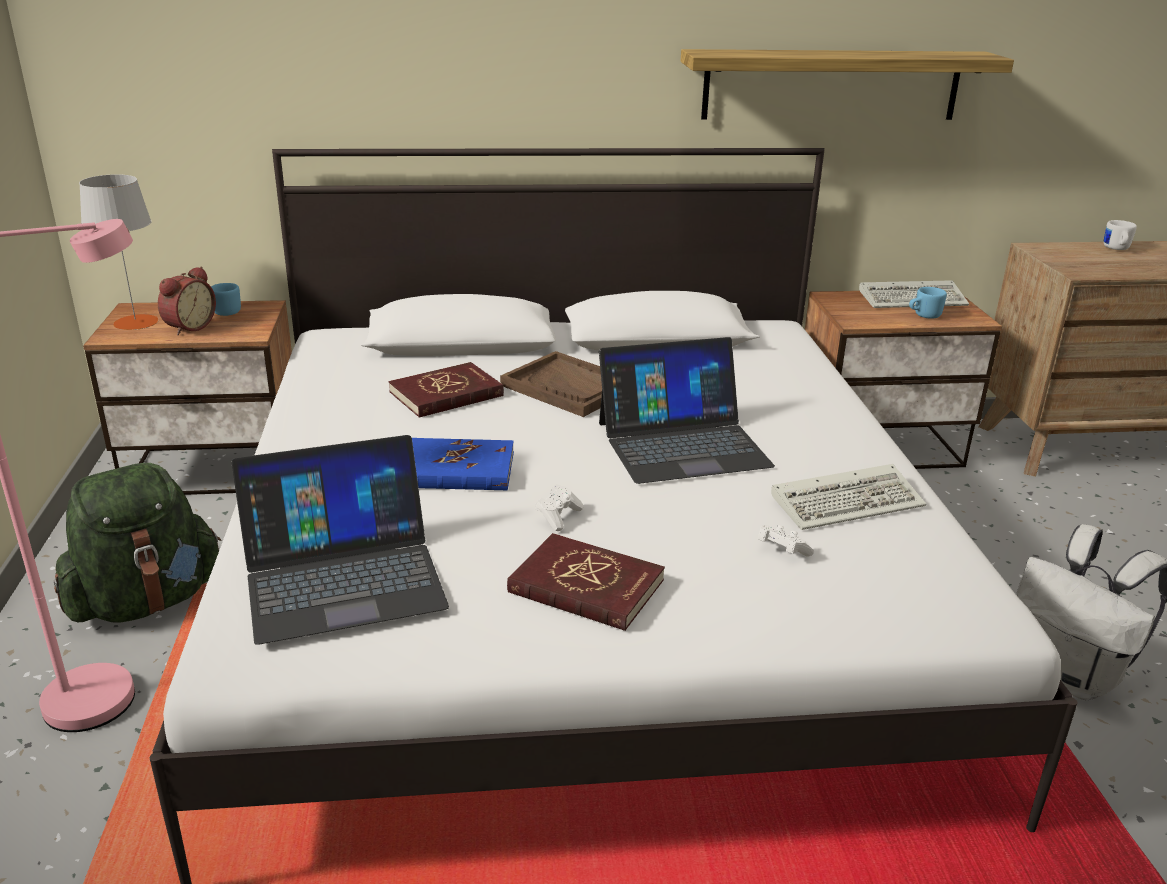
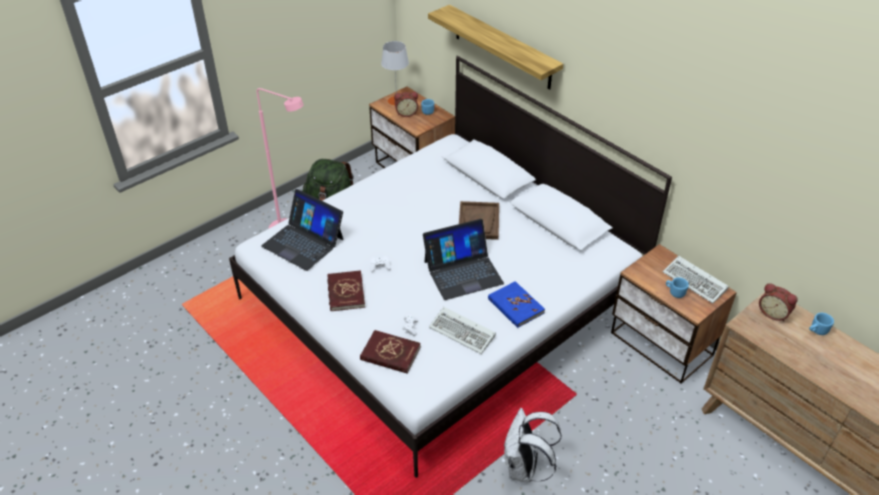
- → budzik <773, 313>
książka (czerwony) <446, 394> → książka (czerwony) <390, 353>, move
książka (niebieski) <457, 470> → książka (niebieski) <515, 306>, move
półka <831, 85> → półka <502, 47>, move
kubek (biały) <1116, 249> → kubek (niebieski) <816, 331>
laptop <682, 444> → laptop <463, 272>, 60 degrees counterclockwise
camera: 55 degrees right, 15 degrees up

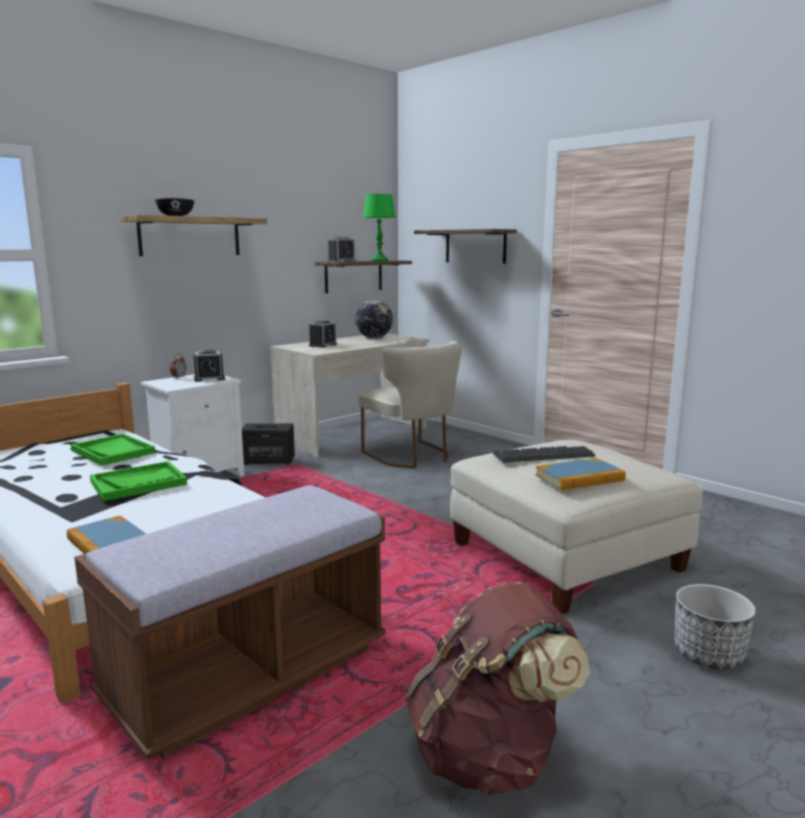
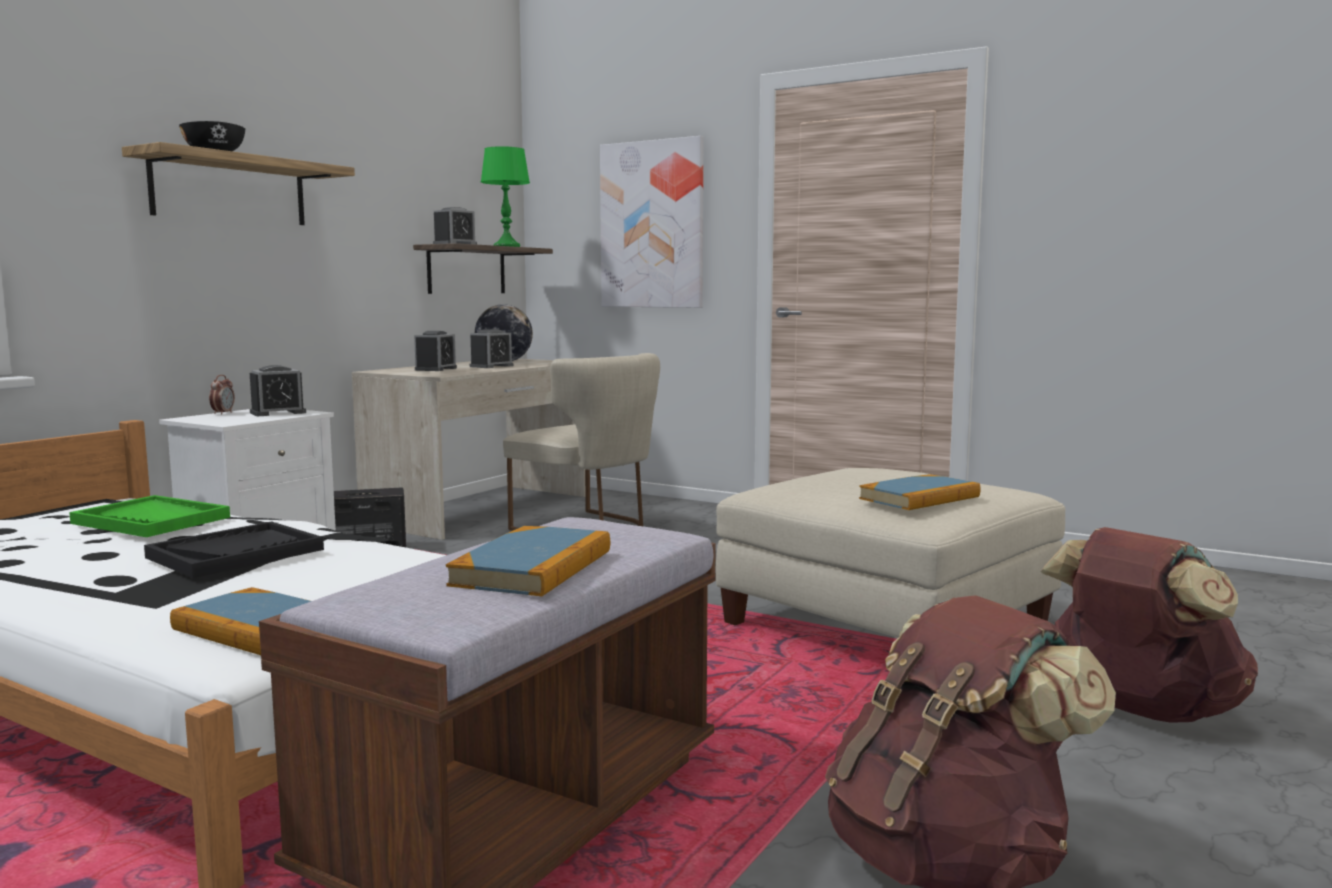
klawiatura <543, 455> → -
- → książka <533, 568>
- → budzik <491, 366>
półka <475, 246> → obraz <652, 225>
donica <707, 655> → plecak (brązowy) <1140, 710>
taca (zielony) <138, 483> → taca (czarny) <236, 553>
camera: 15 degrees left, 5 degrees down

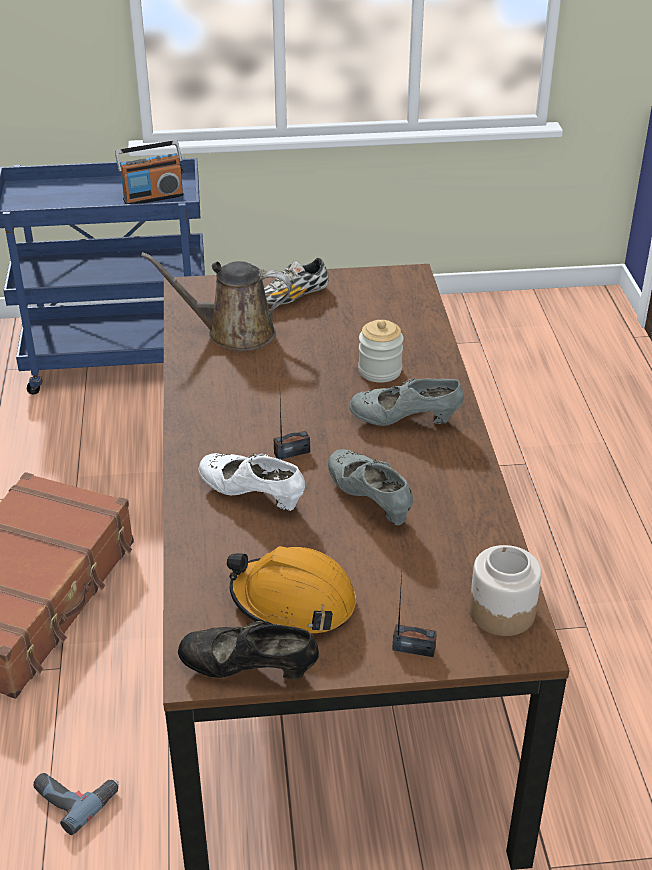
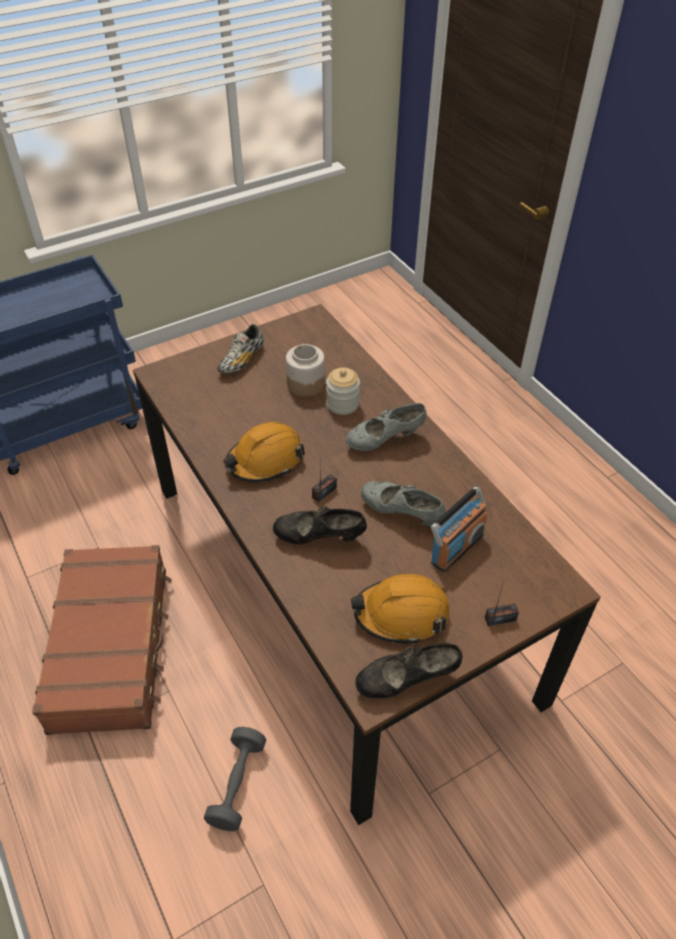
konewka (brązowy) <234, 333> → -
- → kask (pomarańczowy) <265, 460>
radio <153, 197> → radio <456, 548>, move
słoik <501, 611> → słoik <305, 383>, move
wiertarka <75, 796> → hantel (szary) <237, 784>
but (biały) <252, 496> → but (czarny) <319, 538>
camera: 25 degrees left, 10 degrees up

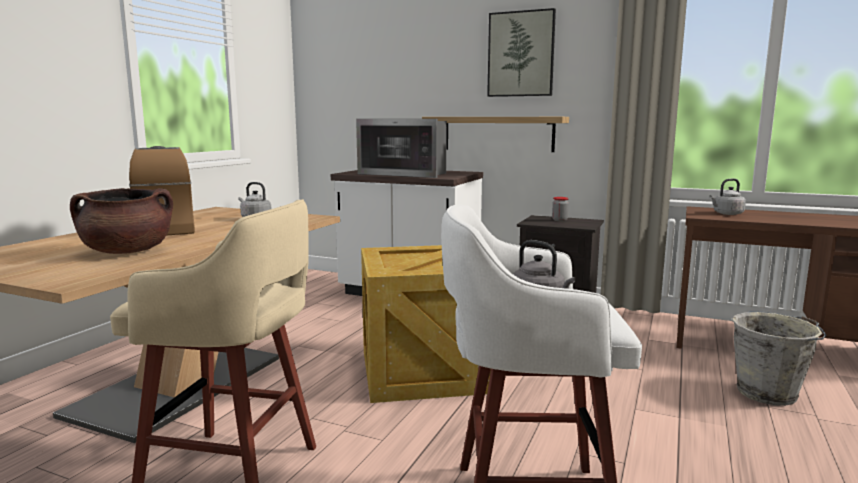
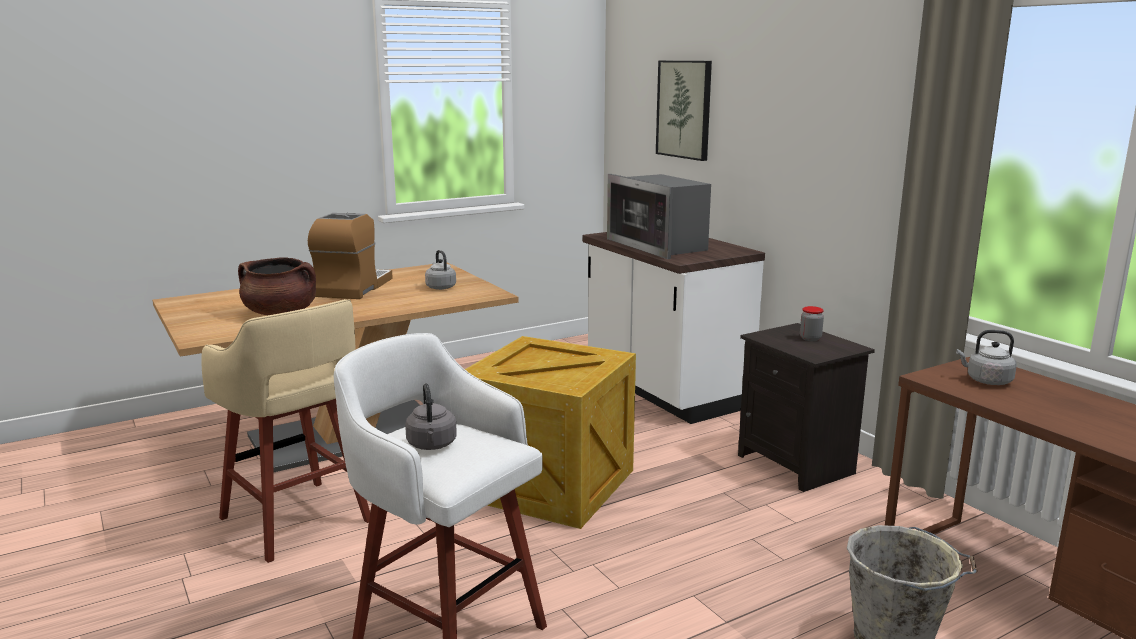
półka <498, 133> → -
obraz <521, 54> → obraz <684, 109>, move
camera: 35 degrees right, 5 degrees up

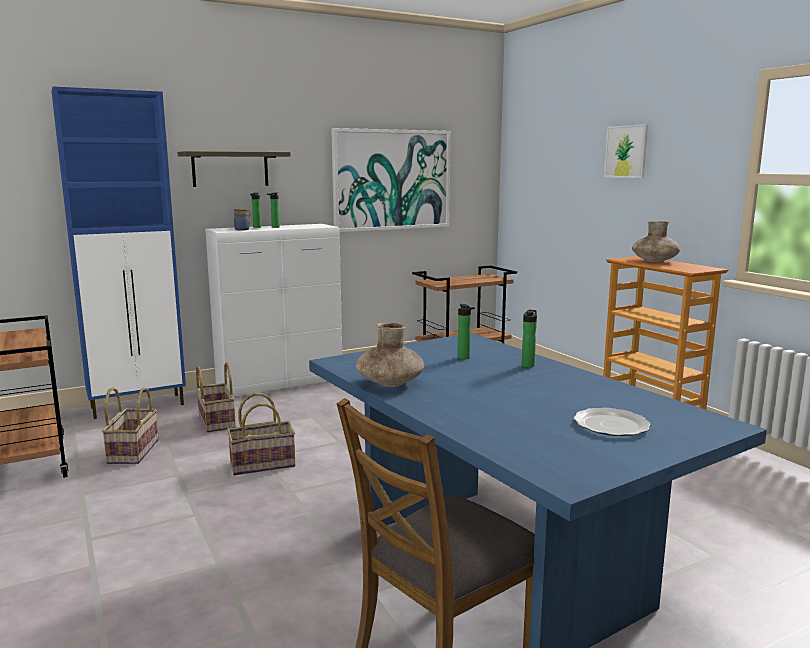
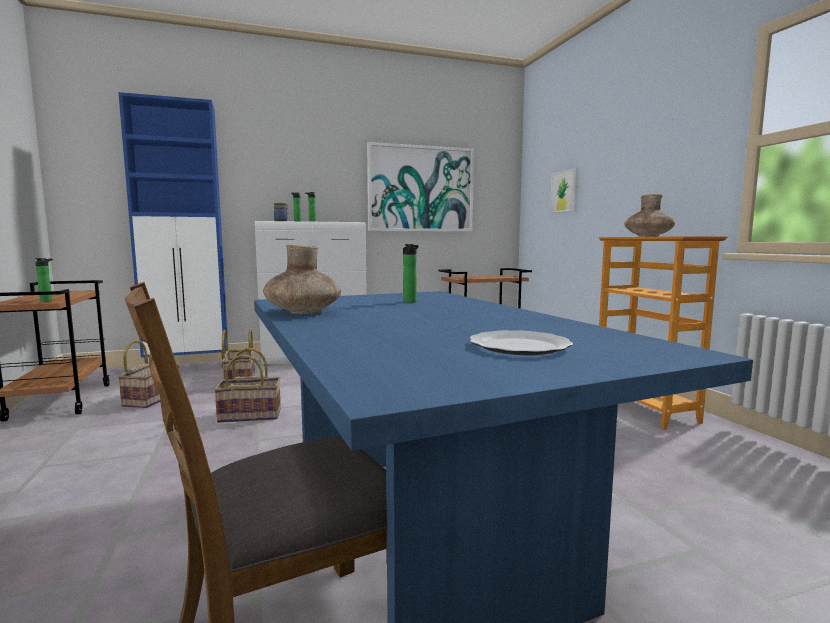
półka <230, 169> → -
butelka <528, 365> → butelka <48, 300>, move
obraz <626, 151> → obraz <564, 191>, move
camera: 10 degrees right, 5 degrees down

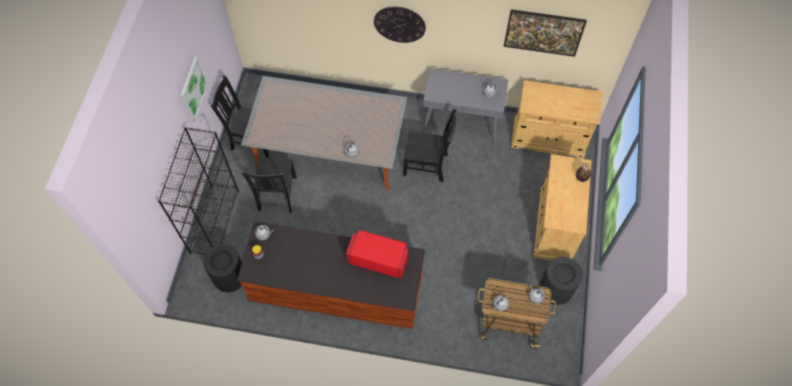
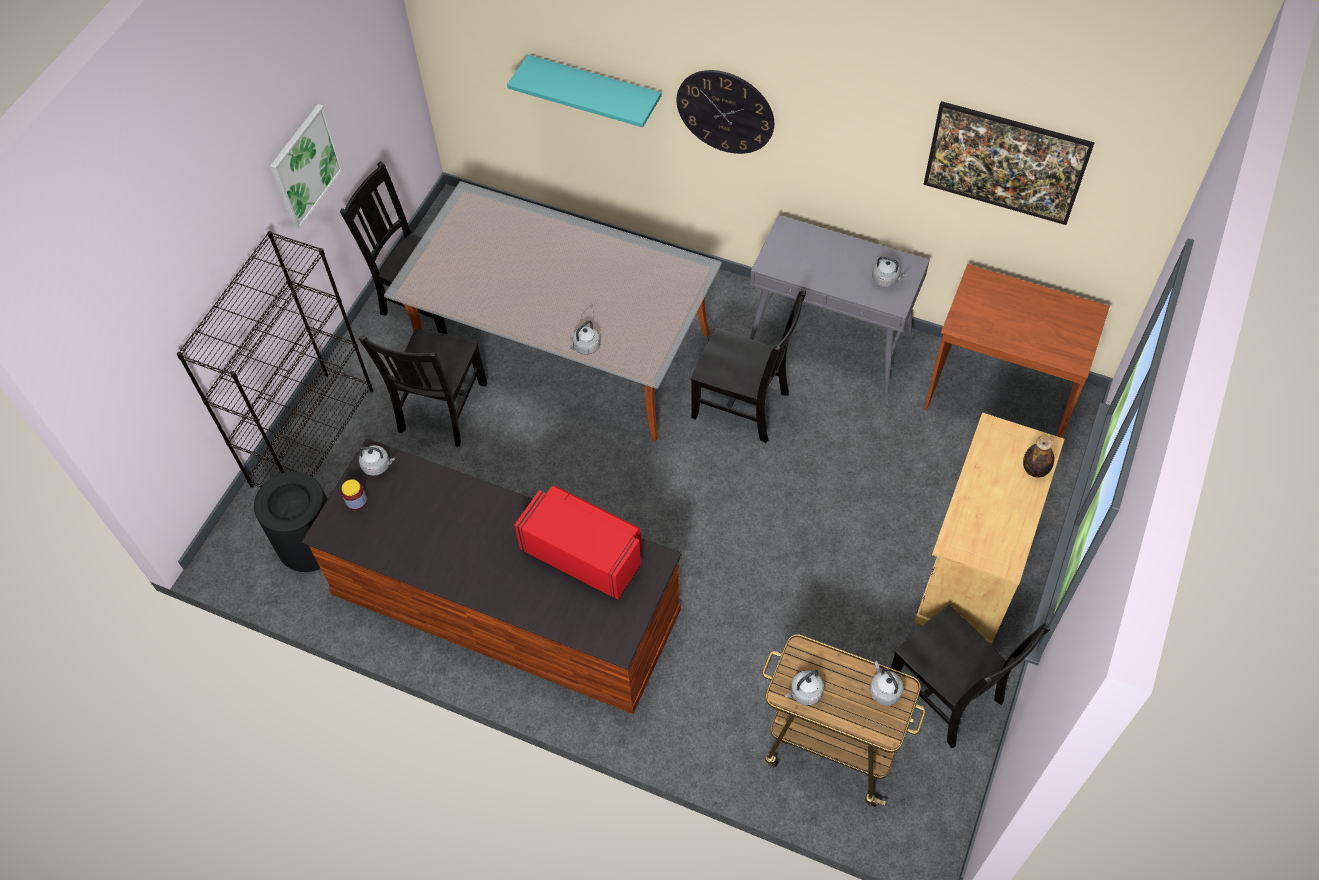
- → półka (turkusowy) <594, 88>
szafka (beżowy) <548, 138> → biurko (brązowy) <999, 398>
kosz na śmieci (czarny) <556, 289> → krzesło (czarny) <947, 695>
camera: 15 degrees right, 5 degrees down

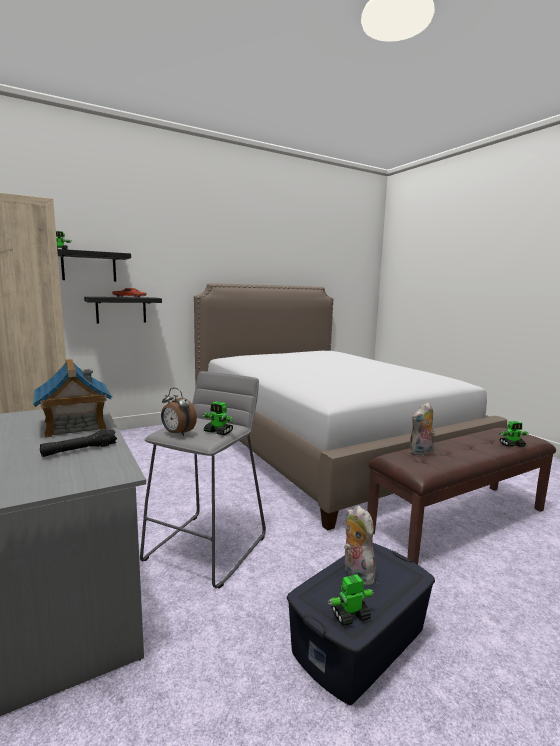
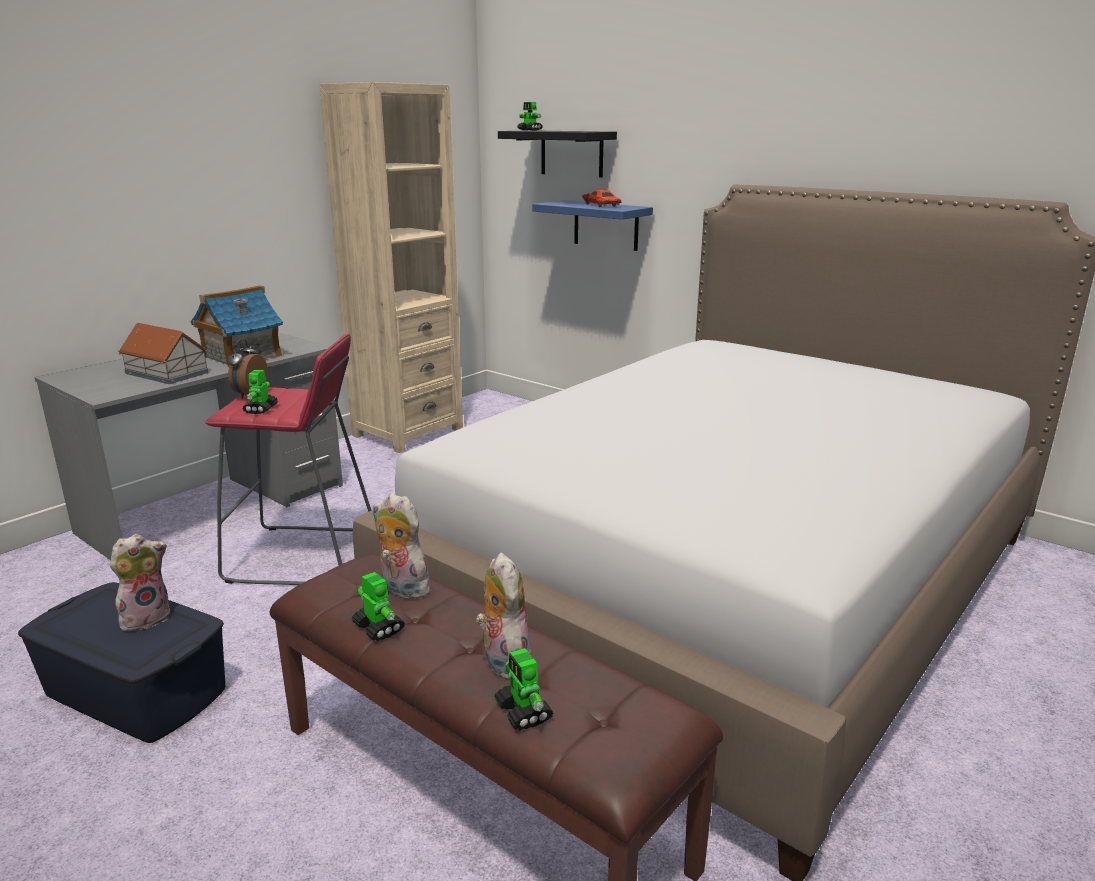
- → pluszak <503, 661>
robot zabawkowy <350, 615> → robot zabawkowy <378, 627>, move
latarka (czarny) <79, 450> → domek <167, 373>
półka (czarny) <121, 310> → półka (niebieski) <606, 225>
stołek (szary) <207, 547> → stołek (czerwony) <303, 556>
camera: 70 degrees right, 10 degrees up

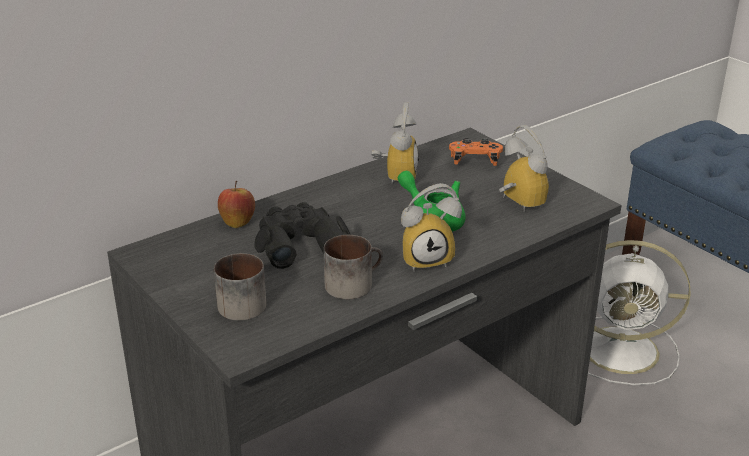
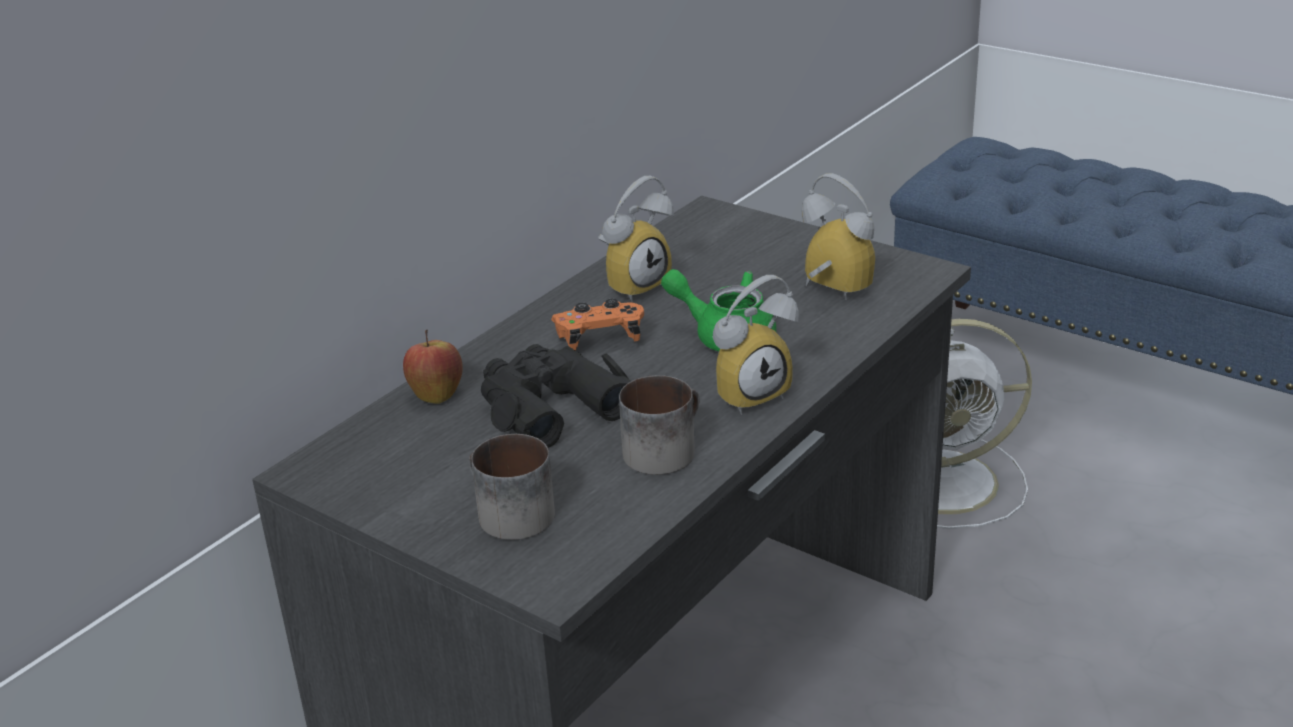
pad do gier (pomarańczowy) <474, 161> → pad do gier (pomarańczowy) <599, 338>, move
budzik <395, 176> → budzik <635, 284>, 60 degrees clockwise
camera: 15 degrees left, 0 degrees up

